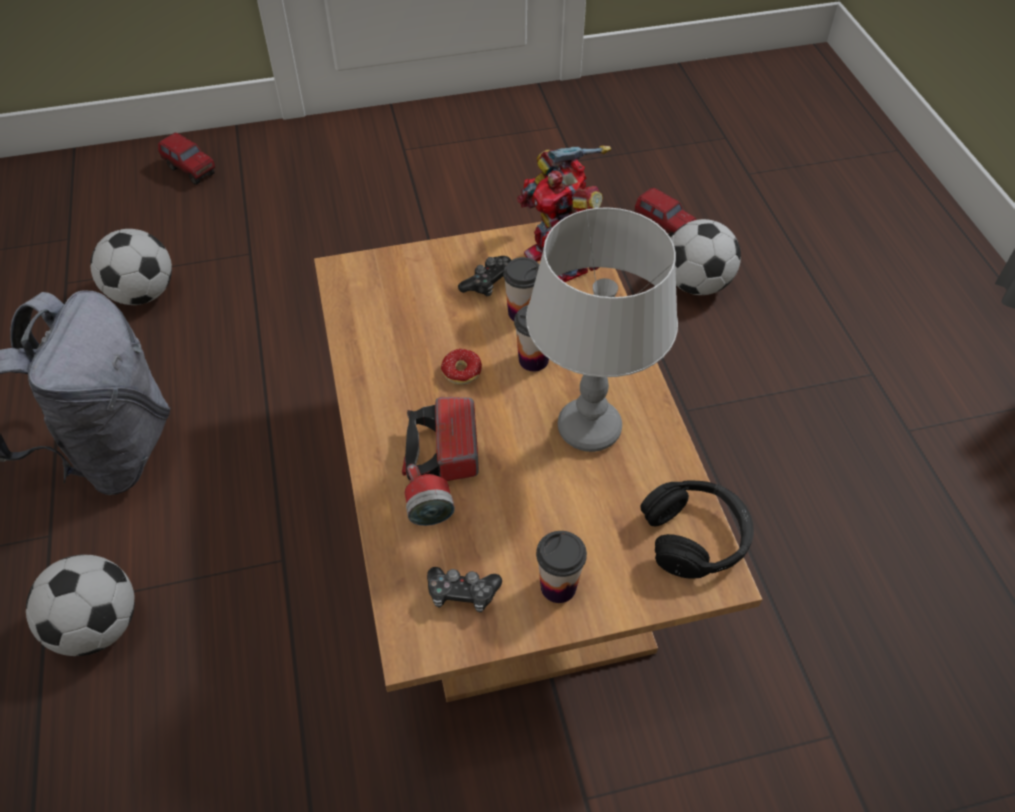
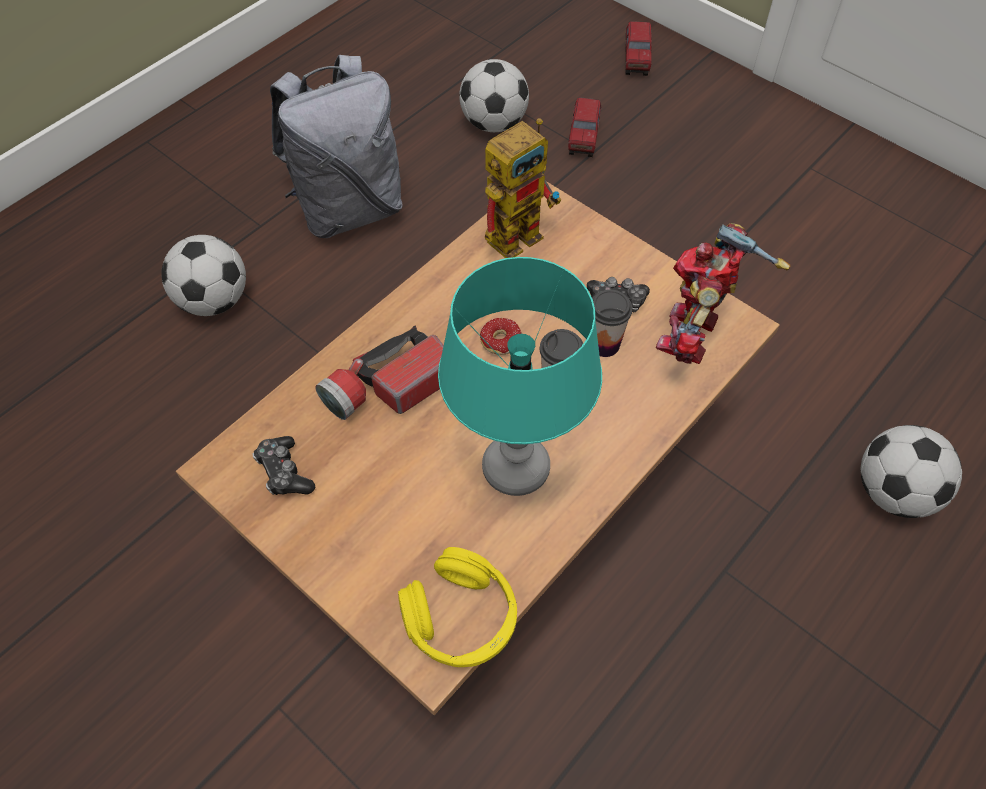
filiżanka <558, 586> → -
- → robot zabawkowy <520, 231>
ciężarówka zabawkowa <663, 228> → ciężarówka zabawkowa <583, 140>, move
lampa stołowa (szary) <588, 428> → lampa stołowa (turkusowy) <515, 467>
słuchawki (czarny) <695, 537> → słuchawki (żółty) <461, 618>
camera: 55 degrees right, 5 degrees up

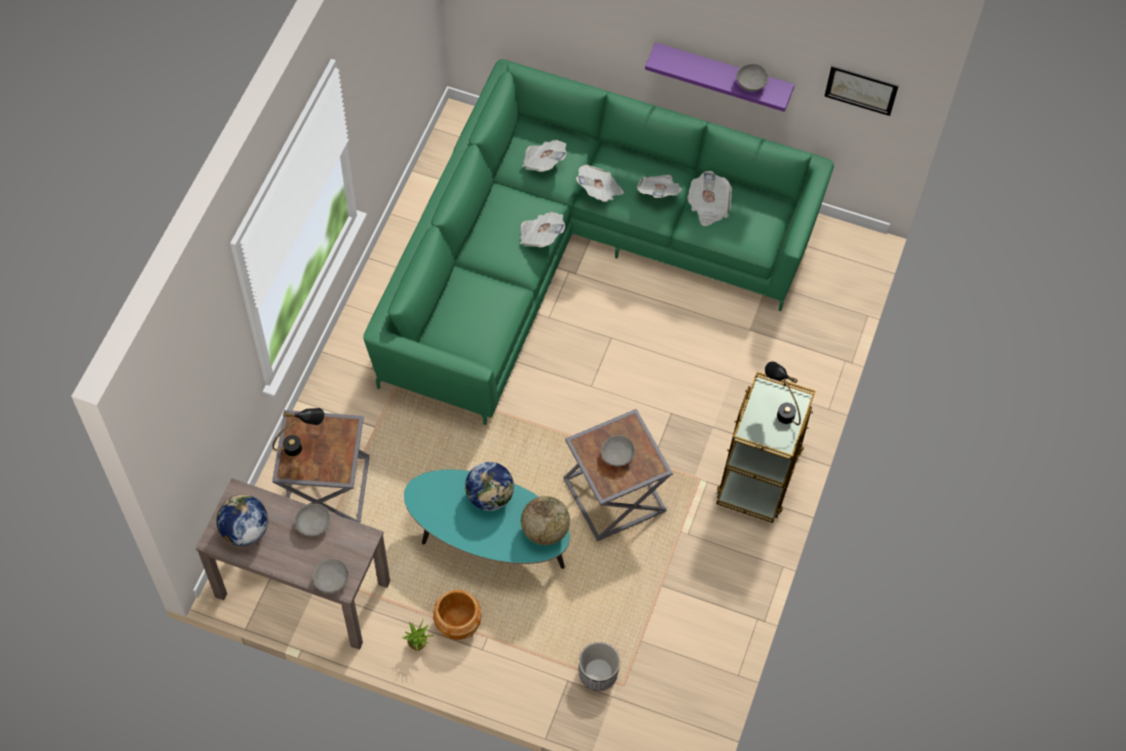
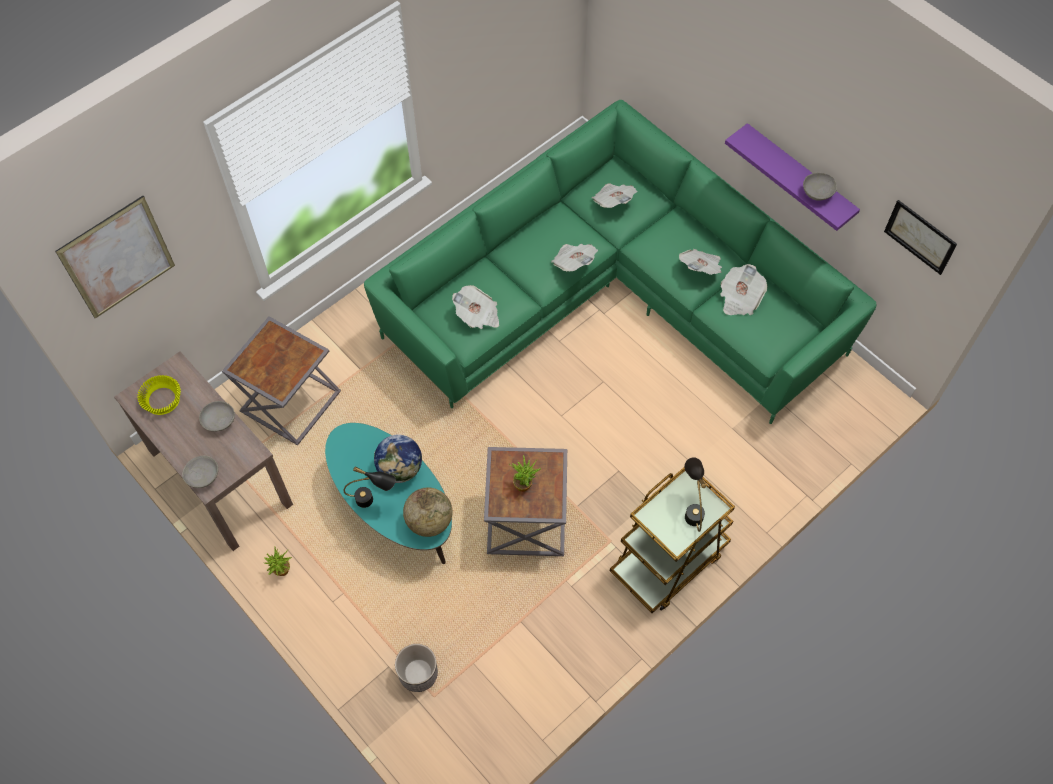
donica (brązowy) <457, 624> → -
- → obraz <117, 258>
lampa stołowa (czarny) <301, 445> → lampa stołowa (czarny) <373, 500>, move
gazeta <599, 191> → gazeta <477, 315>, move
globus <245, 530> → miska (żółty) <161, 400>
miska (szary) <617, 456> → roślina doniczkowa <525, 484>
camera: 30 degrees right, 0 degrees up

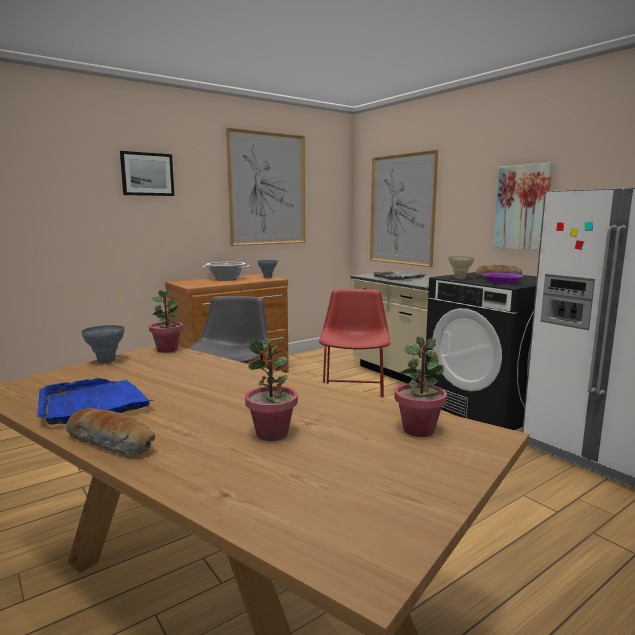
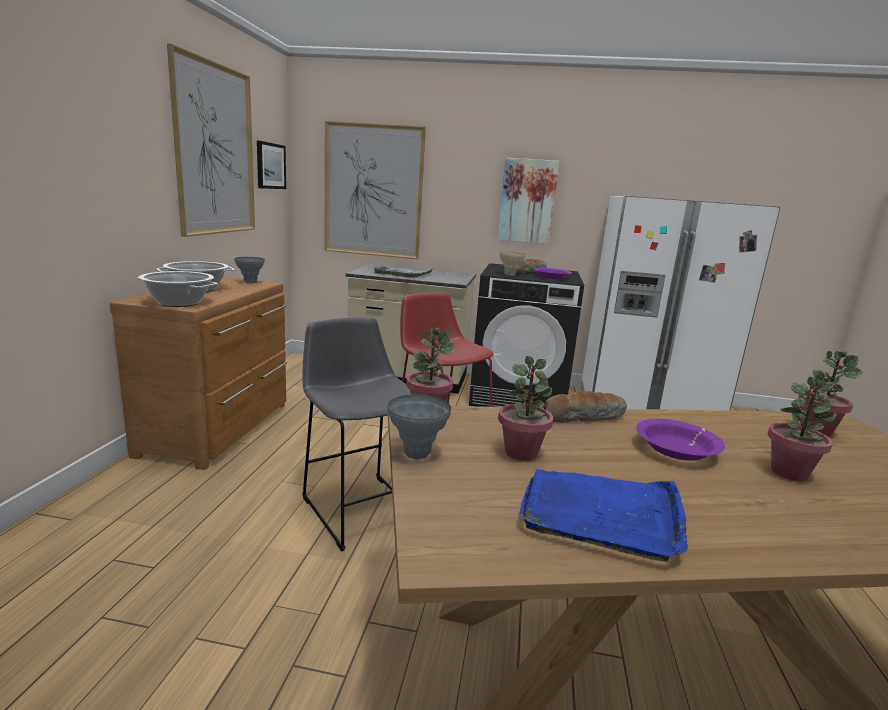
- → garnek <179, 303>
- → roślina doniczkowa <521, 453>
- → miska (fioletowy) <676, 450>
chleb <112, 443> → chleb <582, 417>, move
obraz <147, 174> → obraz <270, 166>, move
camera: 45 degrees left, 5 degrees up

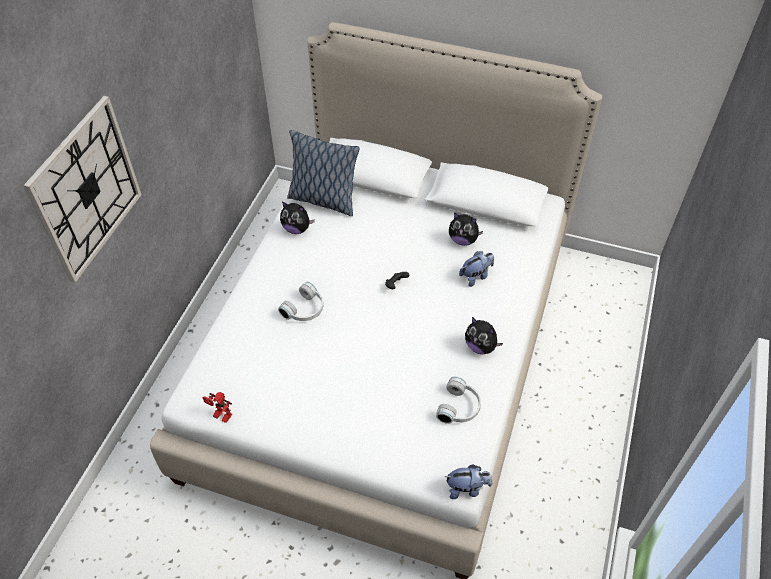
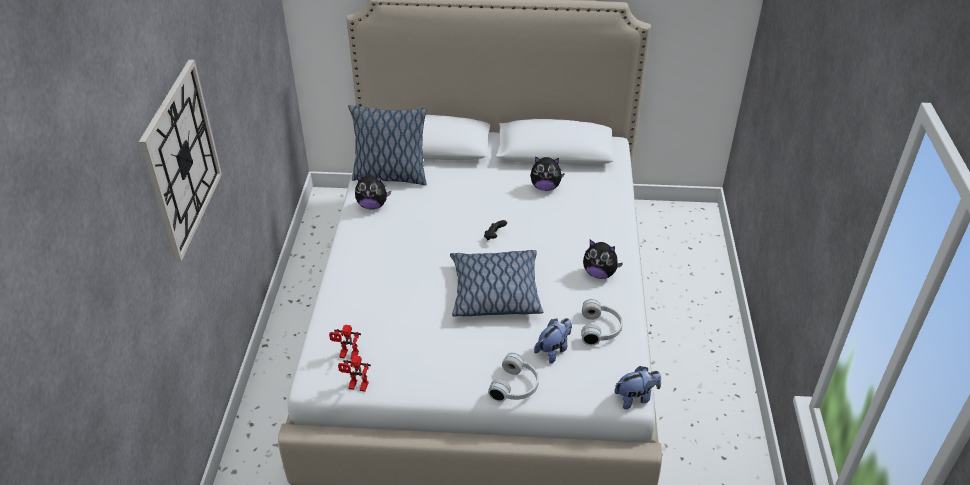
- → robot zabawkowy <347, 356>
- → poduszka <495, 293>
słuchawki (biały) <305, 310> → słuchawki (biały) <516, 386>, move
pluszak <476, 276> → pluszak <554, 350>, move
camera: 15 degrees left, 10 degrees down

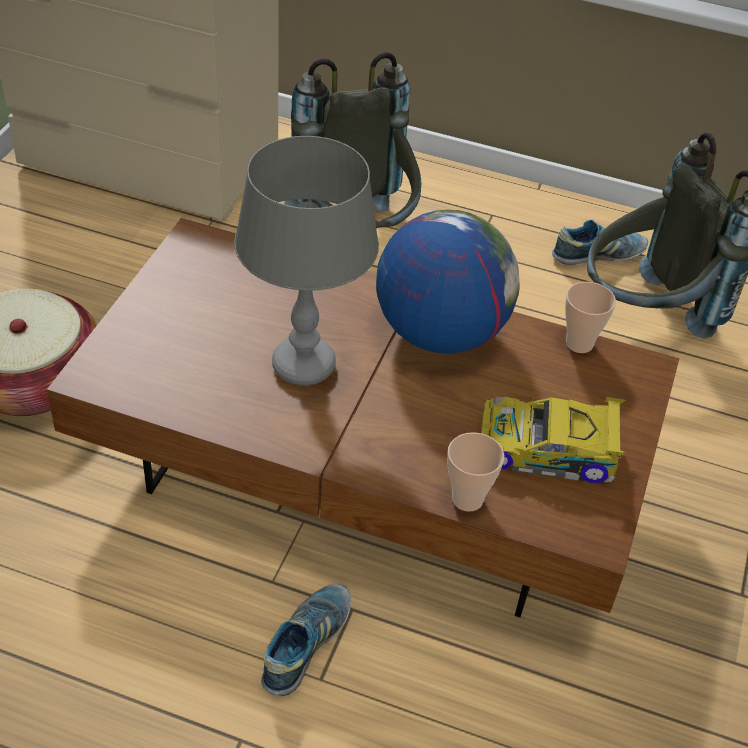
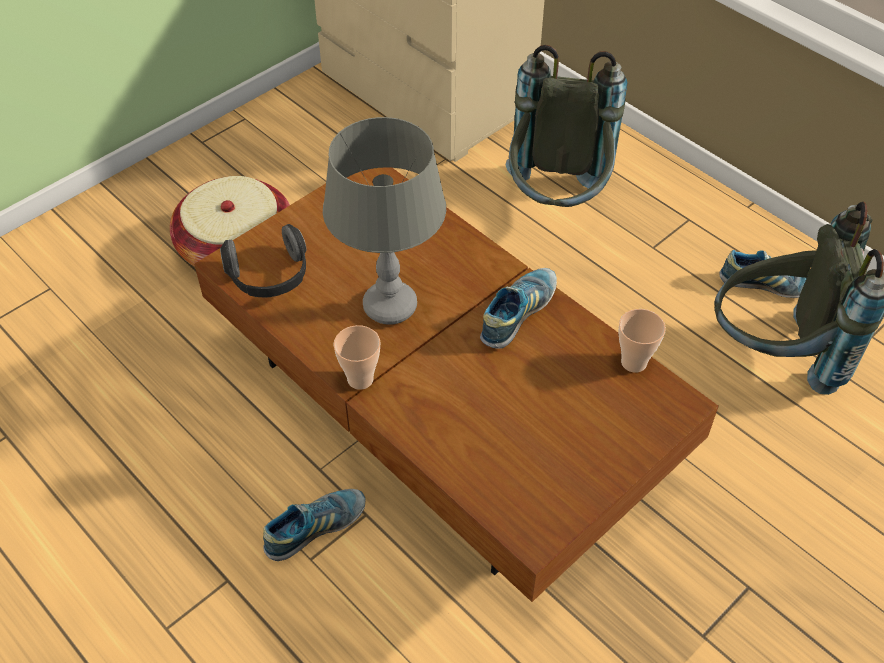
samochodzik <549, 450> → -
- → słuchawki <270, 278>
filiżanka <467, 499> → filiżanka <360, 379>, move
globus <440, 333> → but <518, 314>
camera: 30 degrees right, 5 degrees up

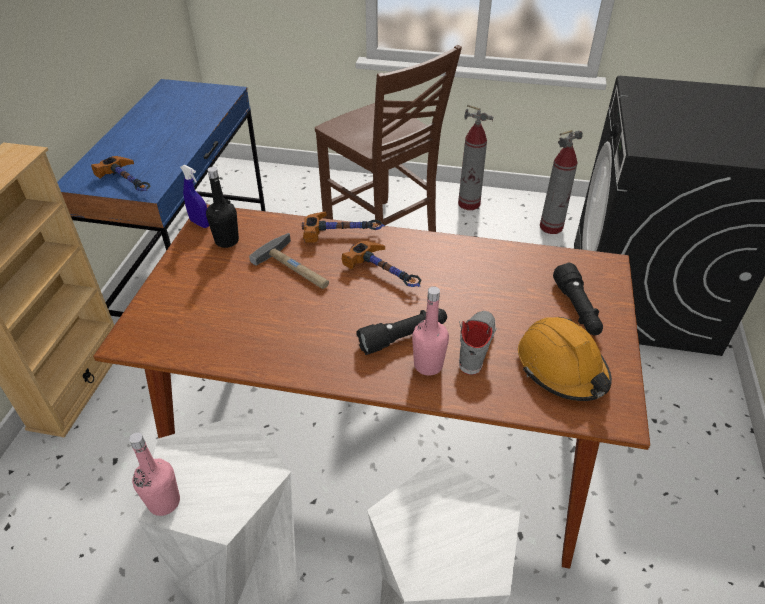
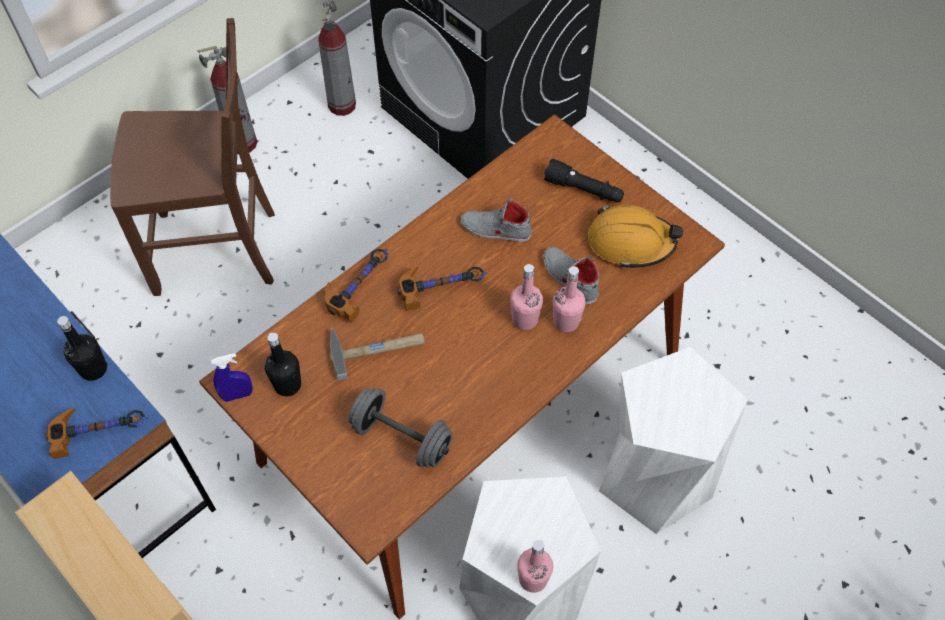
- → butelka (czarny) <93, 369>
- → hantel (szary) <401, 438>
- → but (szary) <495, 230>
latarka (czarny) <403, 337> → butelka (różowy) <524, 319>
camera: 55 degrees left, 15 degrees up

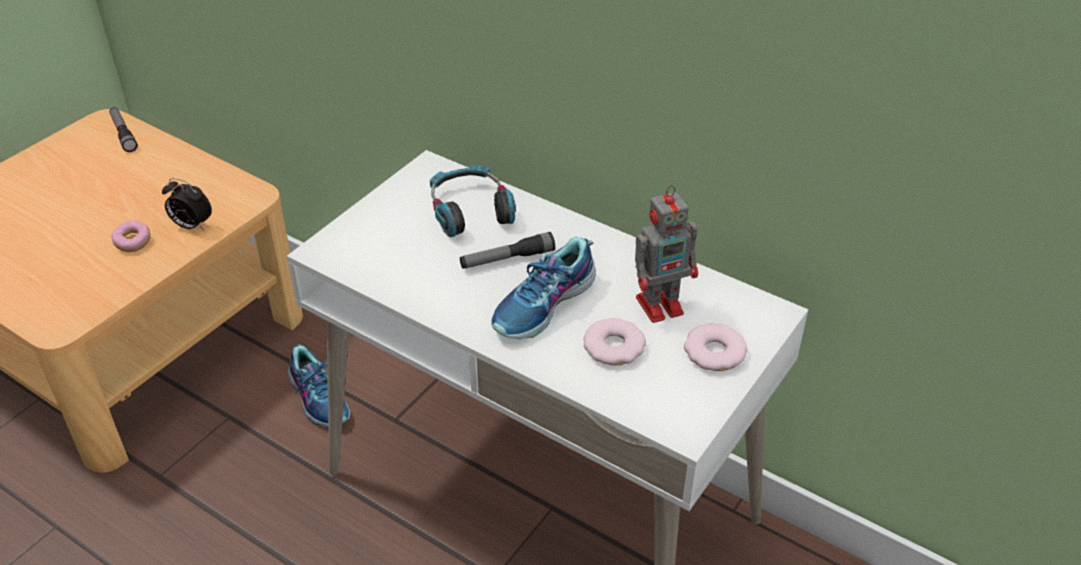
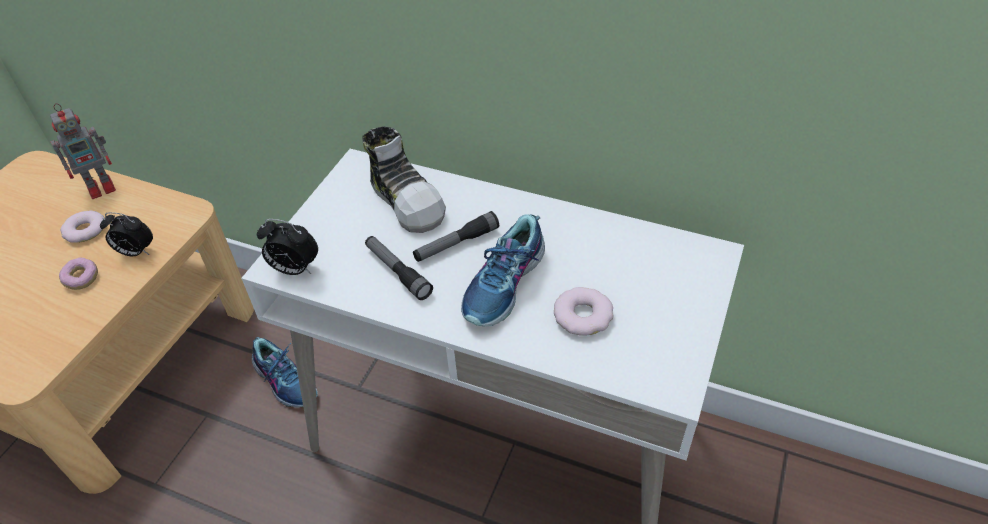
- → budzik <294, 269>
latarka <123, 134> → latarka <397, 272>, move
robot zabawkowy <661, 304> → robot zabawkowy <102, 186>, move
donut <714, 353> → donut <85, 230>, move
słuchawki <470, 210> → but <407, 200>
camera: 10 degrees left, 5 degrees up

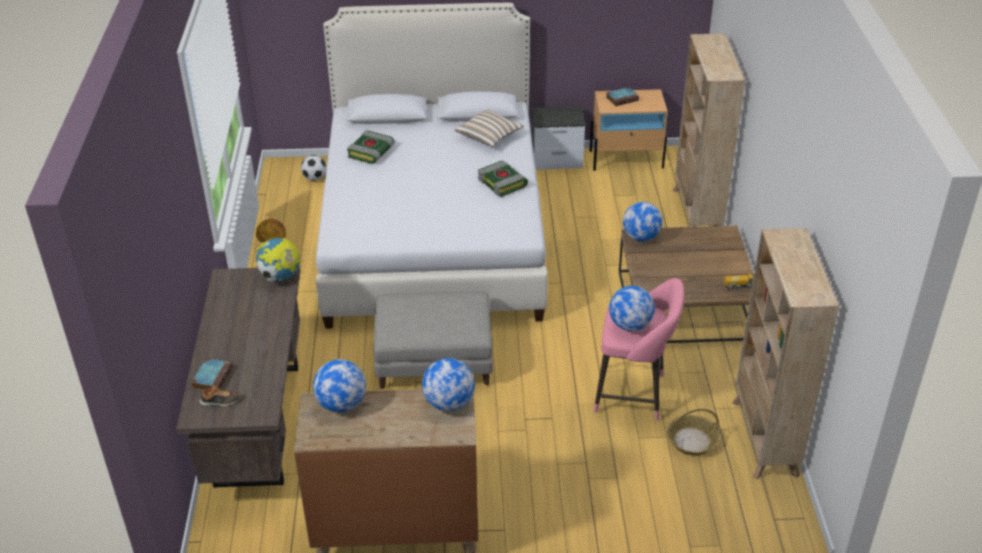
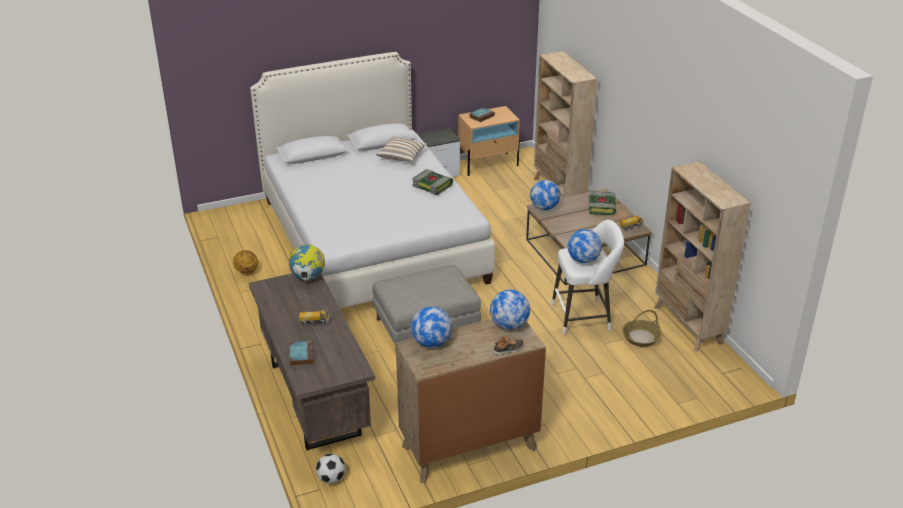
- → ciężarówka zabawkowa <314, 322>
but <220, 401> → but <508, 349>, move
piłka futbolowa <315, 178> → piłka futbolowa <331, 479>, move
książka <371, 153> → książka <602, 207>, move
stołek (różowy) <634, 394> → stołek (biały) <584, 317>
camera: 20 degrees left, 5 degrees down

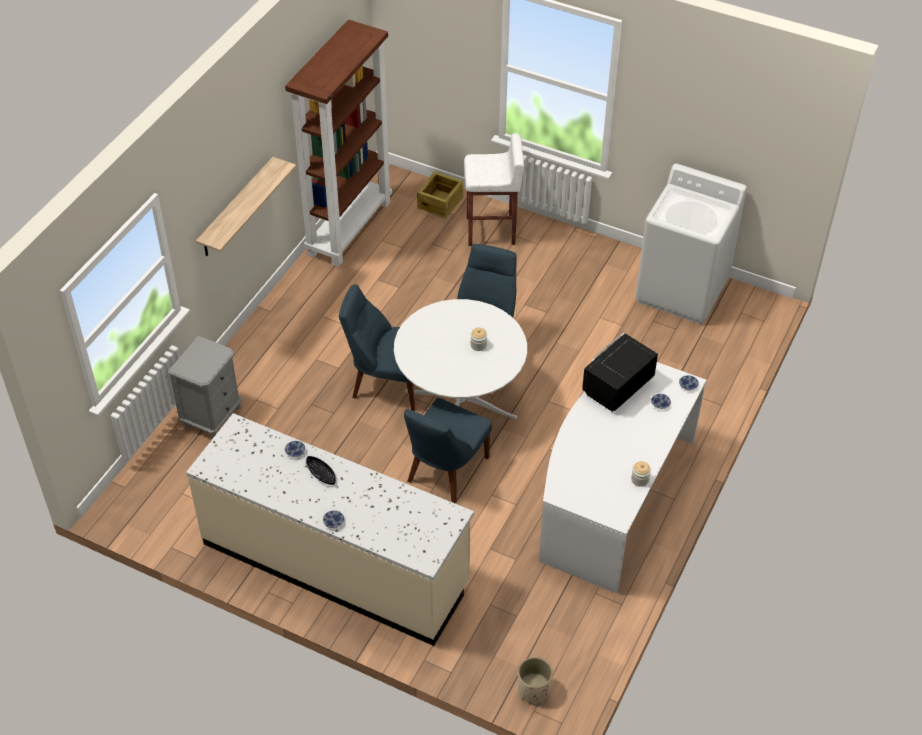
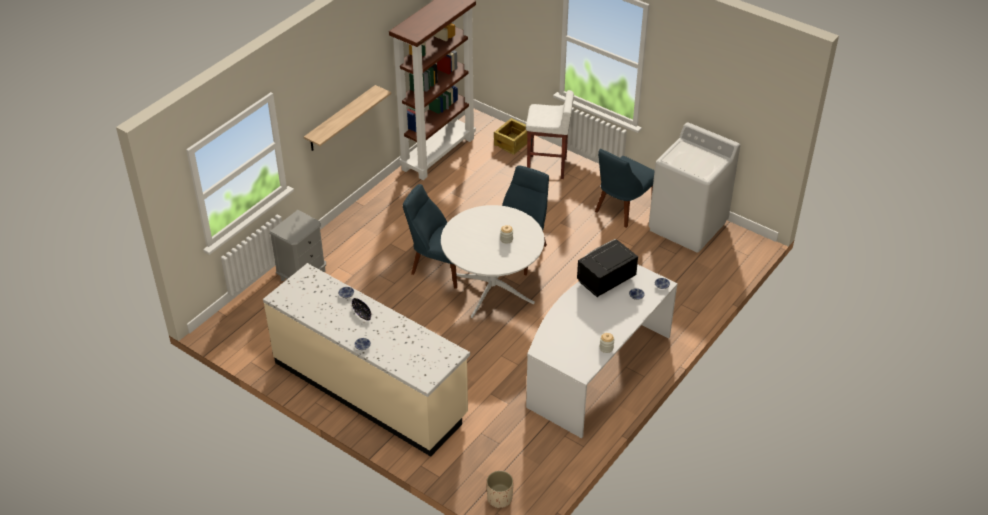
krzesło (niebieski) <445, 471> → krzesło (niebieski) <622, 209>, move
camera: 10 degrees right, 5 degrees down

